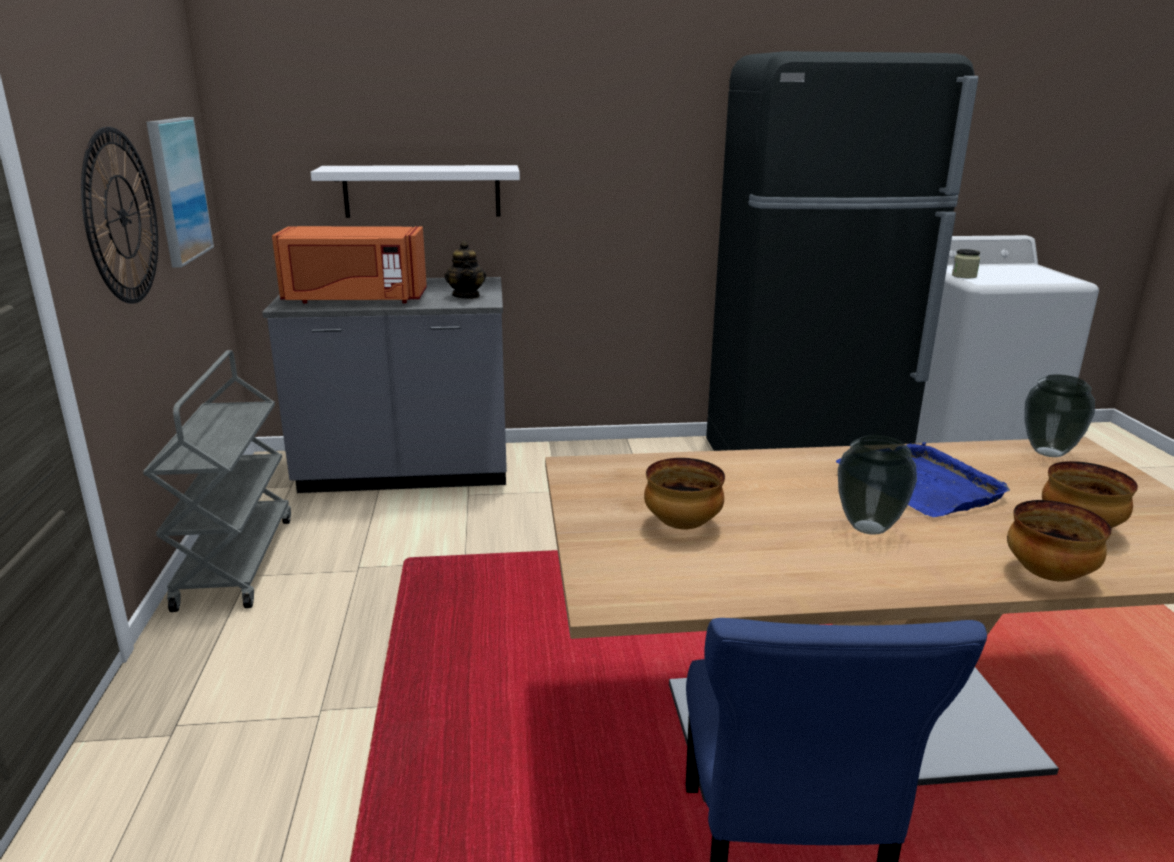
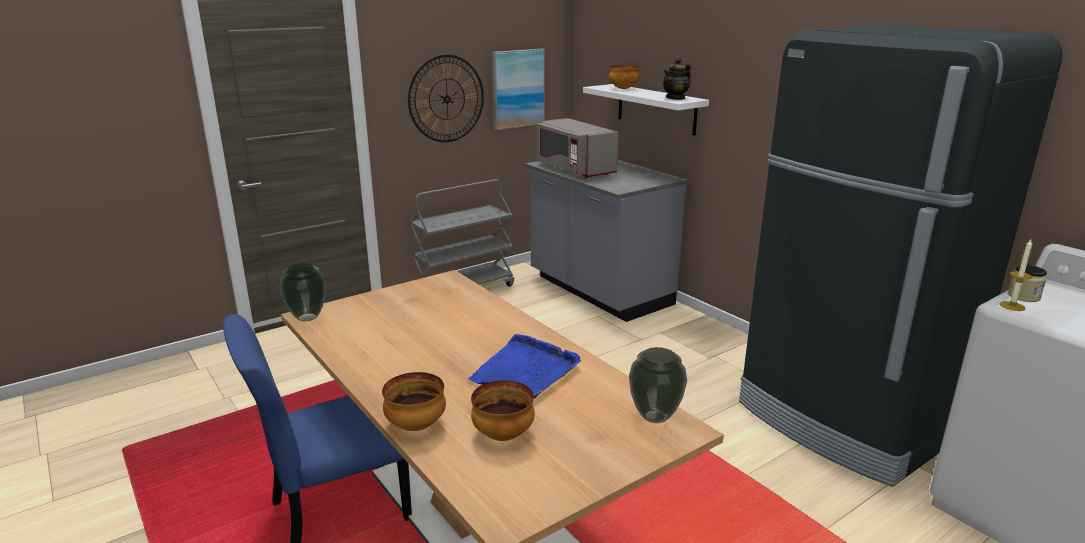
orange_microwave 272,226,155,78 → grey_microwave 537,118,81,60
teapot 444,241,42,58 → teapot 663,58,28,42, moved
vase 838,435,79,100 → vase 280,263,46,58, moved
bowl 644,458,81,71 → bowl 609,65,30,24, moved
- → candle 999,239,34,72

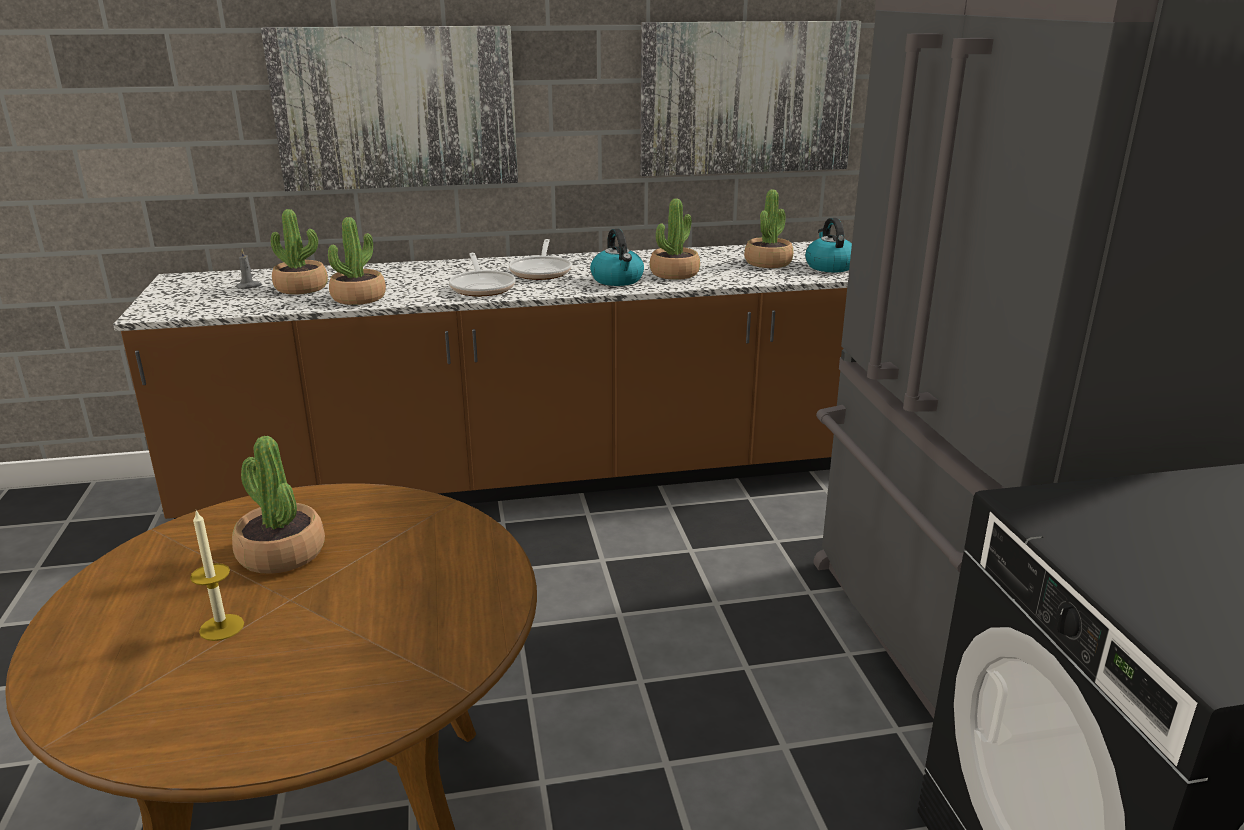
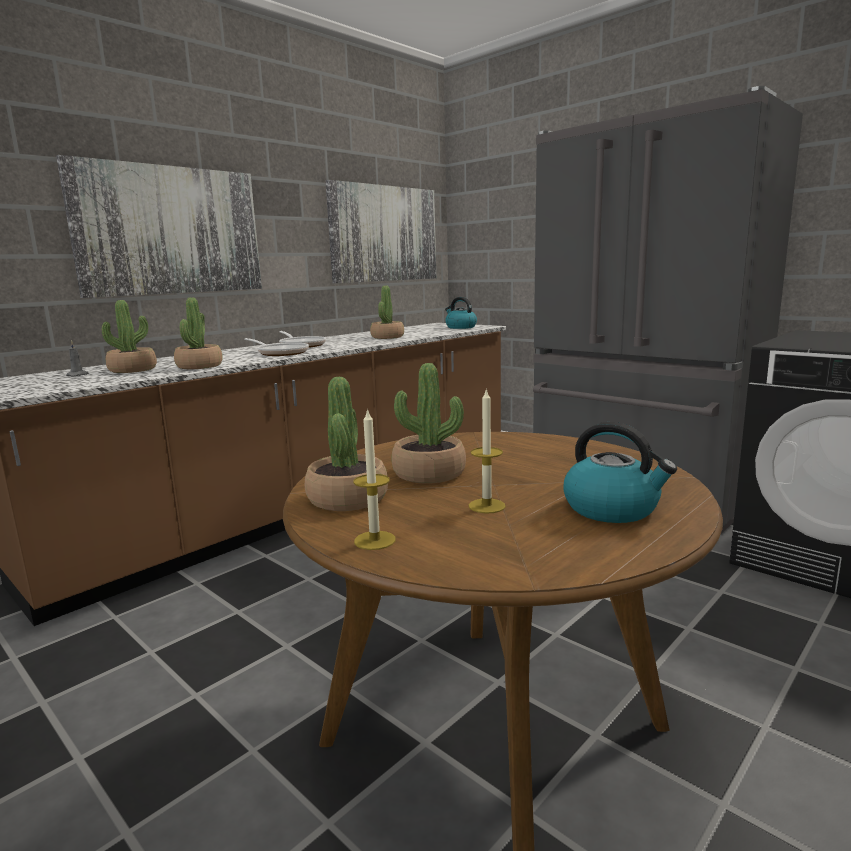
potted_plant 744,189,49,79 → potted_plant 305,377,83,134, moved
kettle 590,229,54,57 → kettle 563,422,114,101, moved
- → candle 353,408,43,142

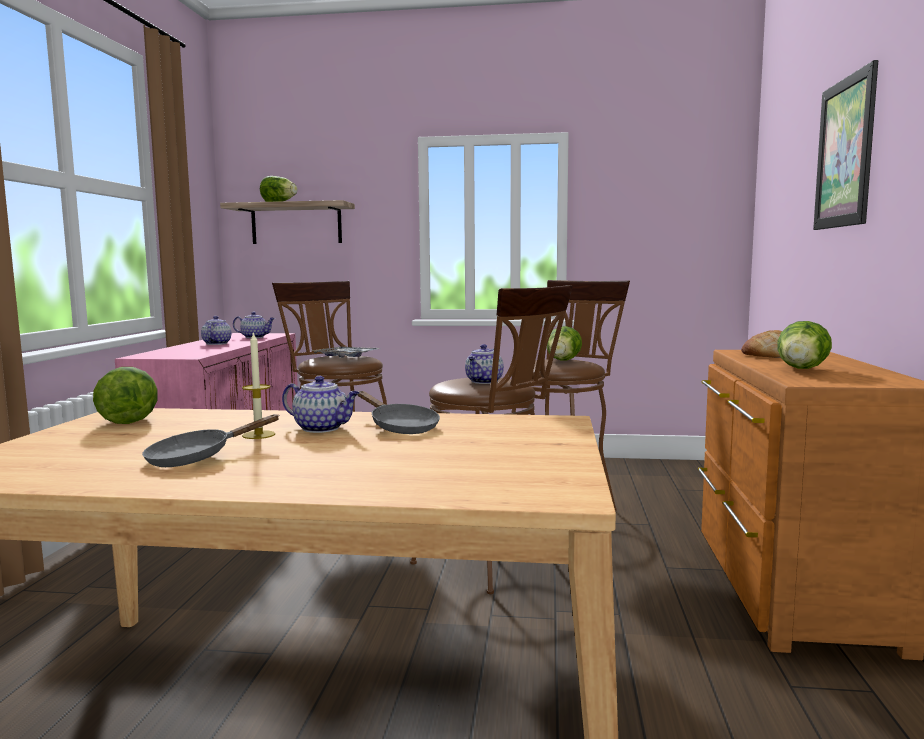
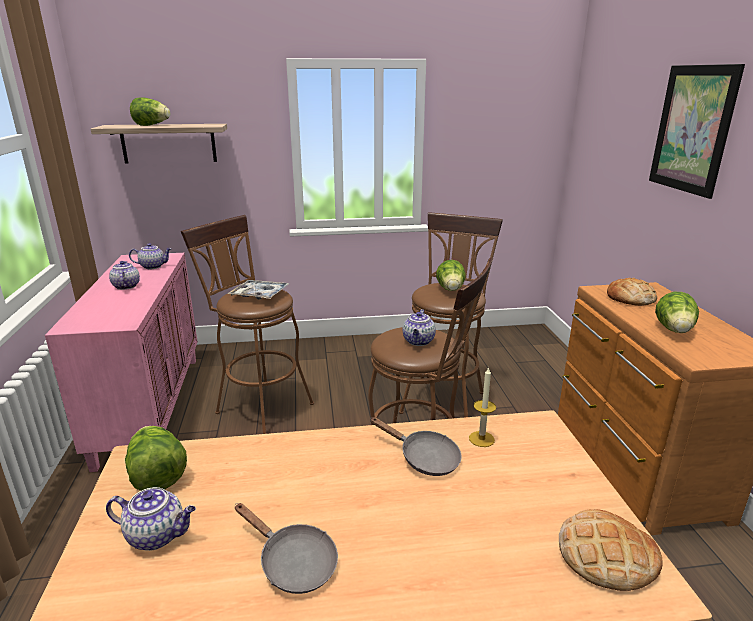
candle 242,331,33,108 → candle 469,367,27,80, moved
teapot 282,376,77,57 → teapot 106,487,90,64, moved
grey_frying_pan 142,414,138,53 → grey_frying_pan 234,503,104,91, 90 degrees counterclockwise
- → bread 559,509,104,82

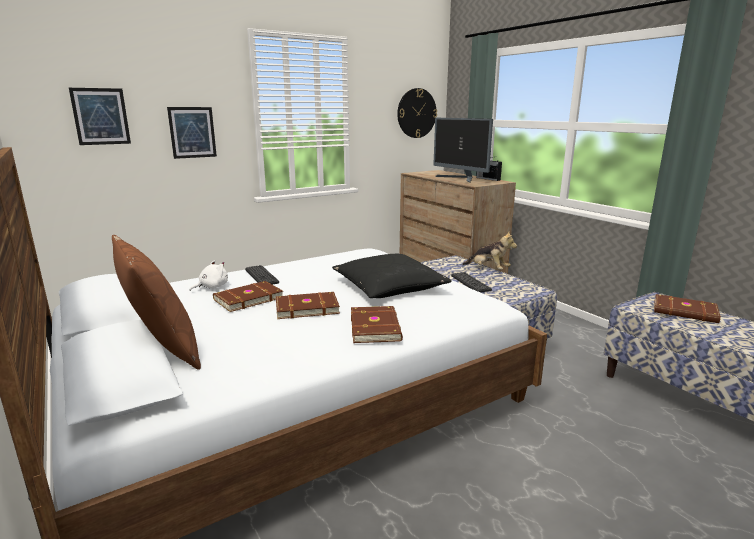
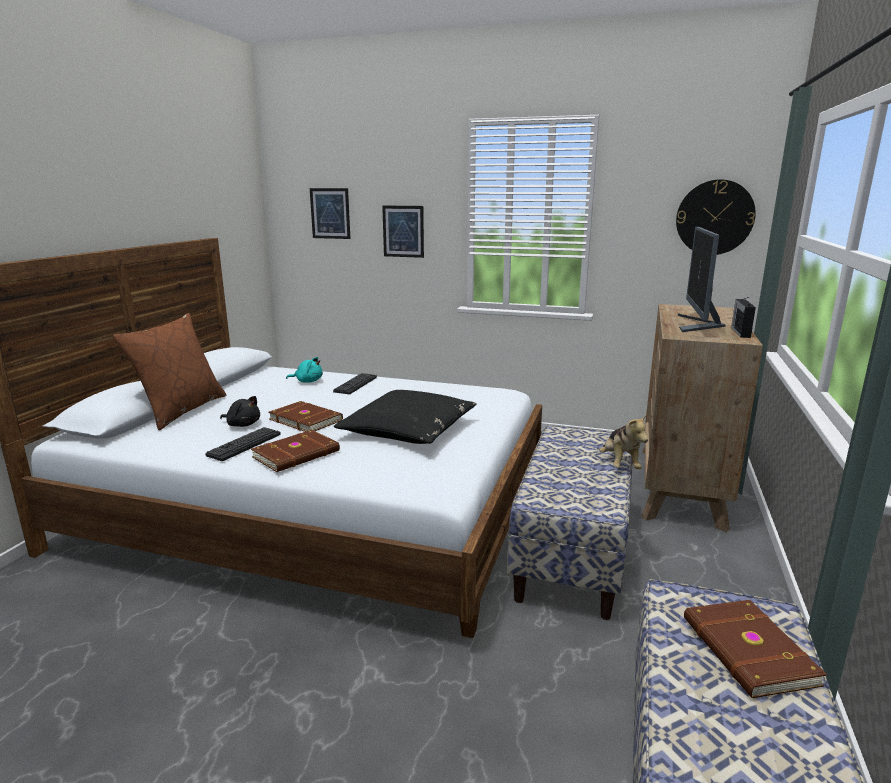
white_plush_toy 189,260,39,31 → turquoise_plush_toy 286,357,37,26
keyboard 451,272,41,21 → keyboard 205,427,76,34, moved
brown_book 213,281,70,31 → -
- → black_plush_toy 220,396,40,31

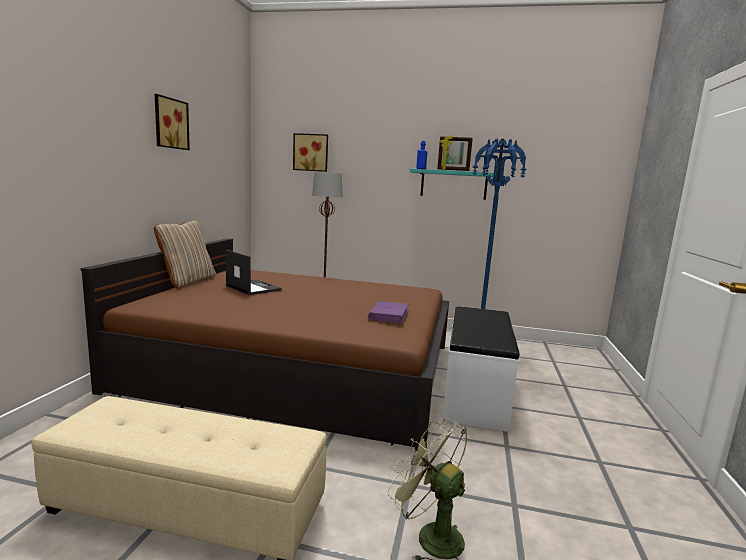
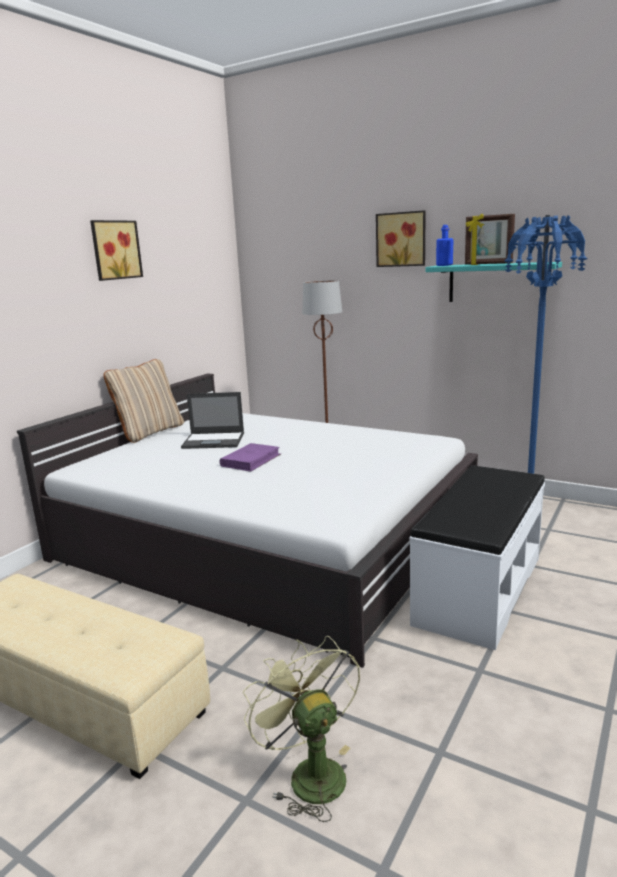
picture 293,133,35,39 → picture 376,210,50,57, moved
brown_bed 81,238,368,213 → white_bed 17,373,461,295
laptop 226,249,56,46 → laptop 181,392,63,57, 120 degrees clockwise
purple_book 368,301,40,23 → purple_book 220,443,61,28, moved

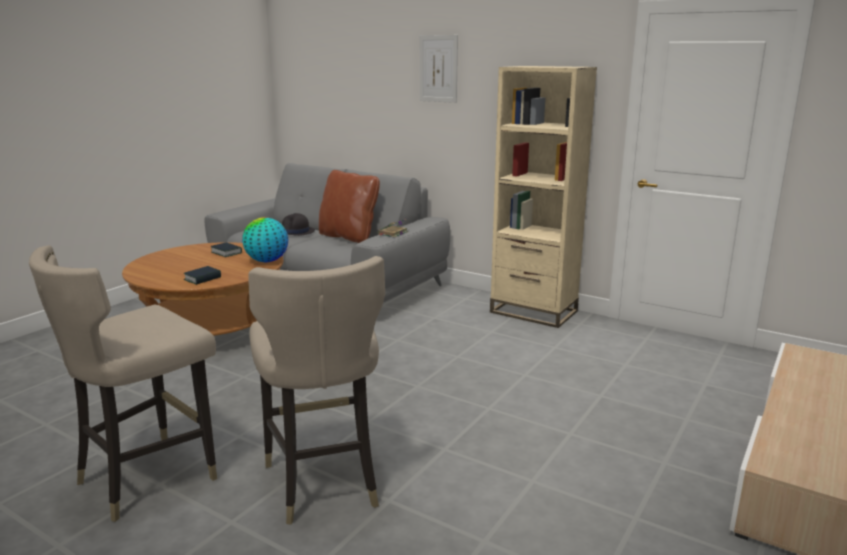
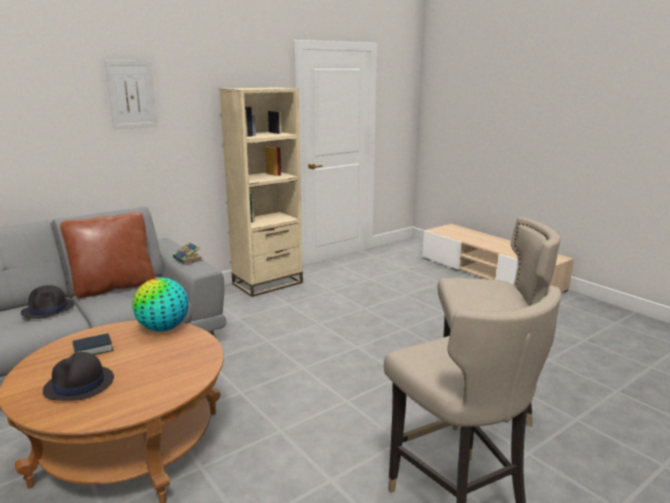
book 184,266,37,19 → -
- → black_hat 43,352,71,49

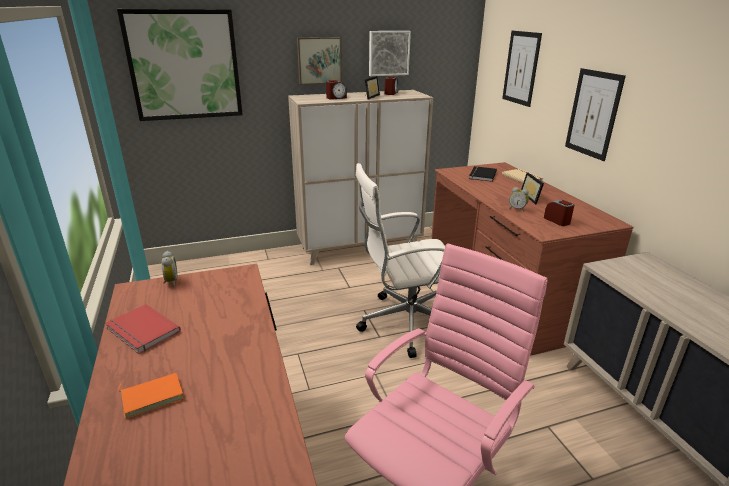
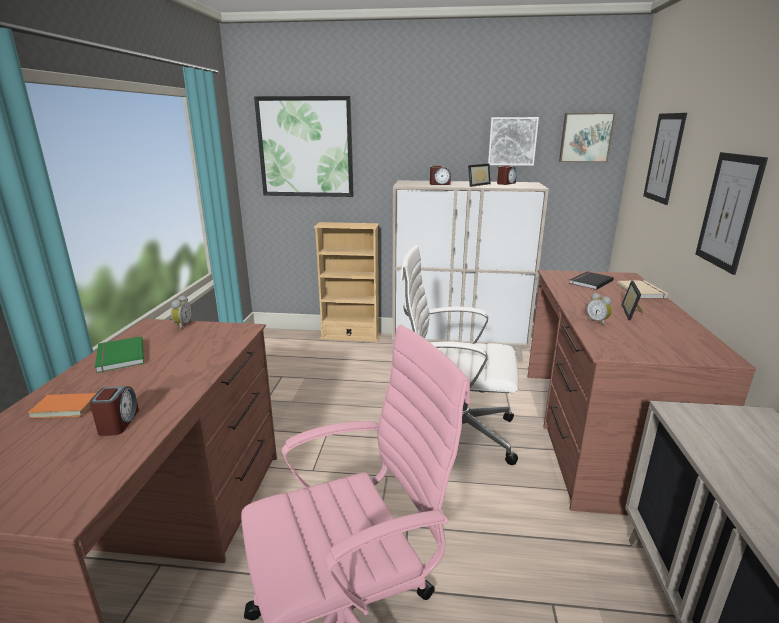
picture 297,37,45,48 → picture 559,113,56,49, moved
alarm_clock 544,200,30,26 → alarm_clock 89,386,50,50, moved
red_book 105,304,76,50 → green_book 95,336,49,37
- → beige_bookcase 314,222,66,120

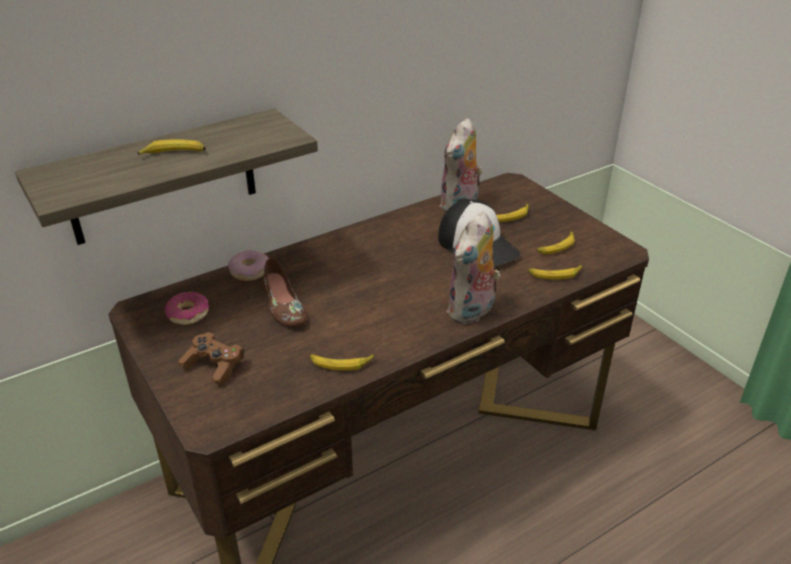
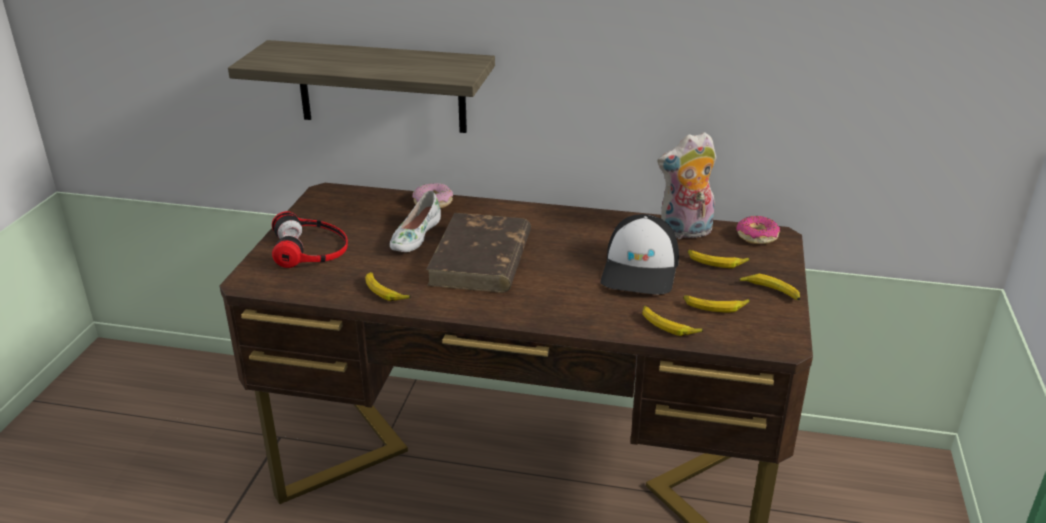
banana 137,139,69,16 → banana 739,274,61,27, moved
plush_toy 447,212,54,112 → -
brown_shoe 262,258,45,69 → white_shoe 390,191,51,61
donut 164,292,45,33 → donut 736,216,44,28, moved
brown_game_controller 179,332,65,53 → headphones 272,211,76,57
- → brown_book 426,213,105,80

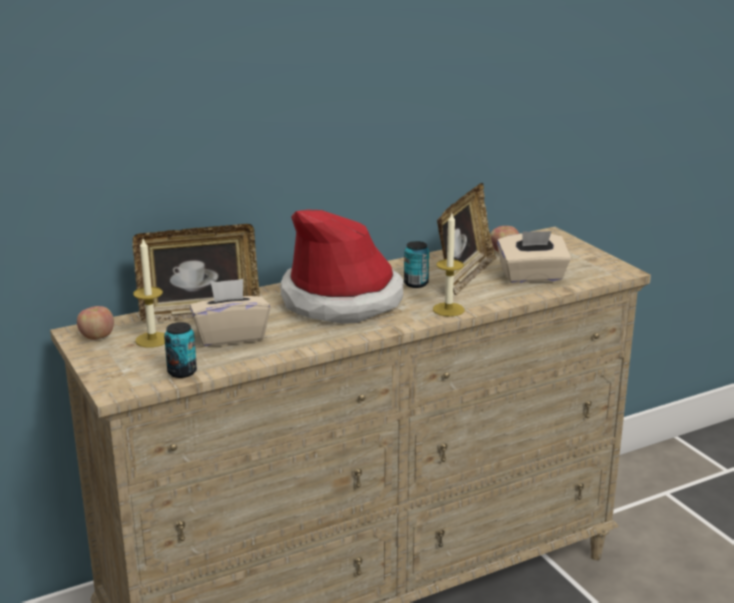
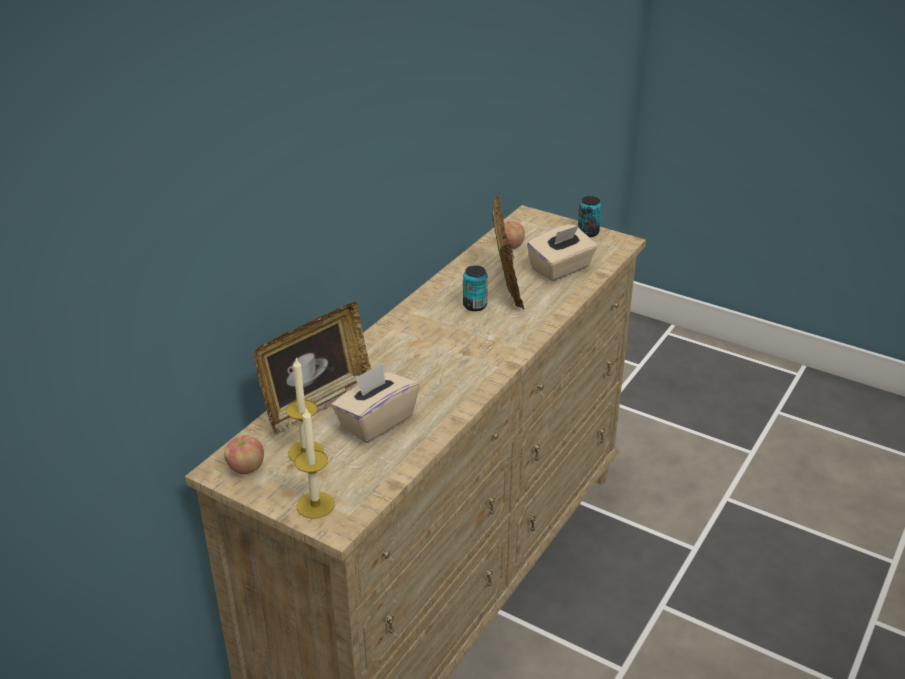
hat 280,210,123,114 → -
candle 433,213,31,104 → candle 294,409,41,110, moved
can 164,322,33,56 → can 578,196,24,41, moved

